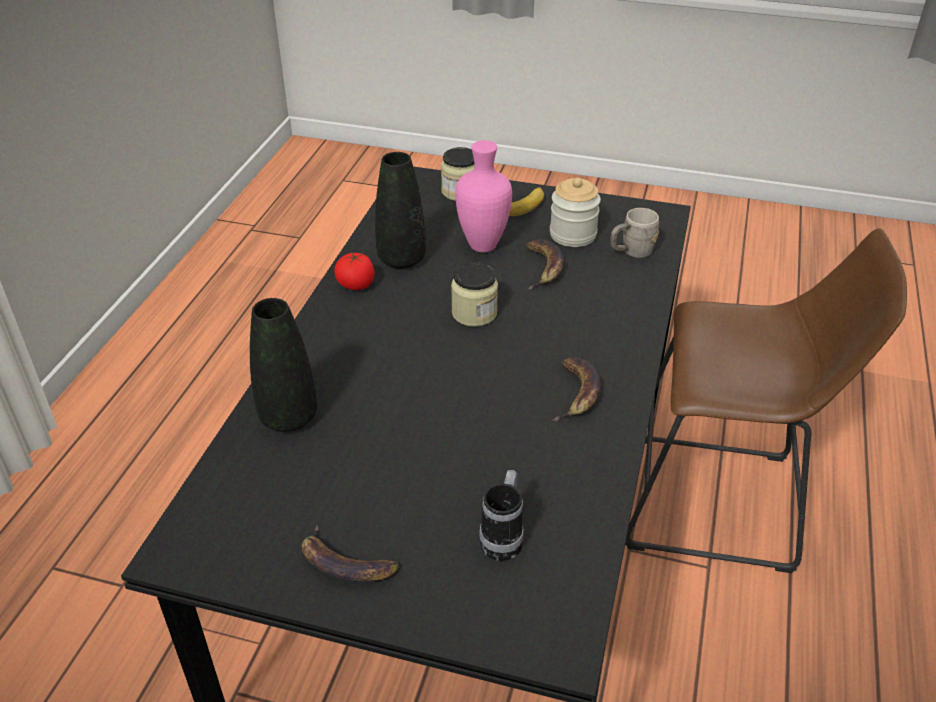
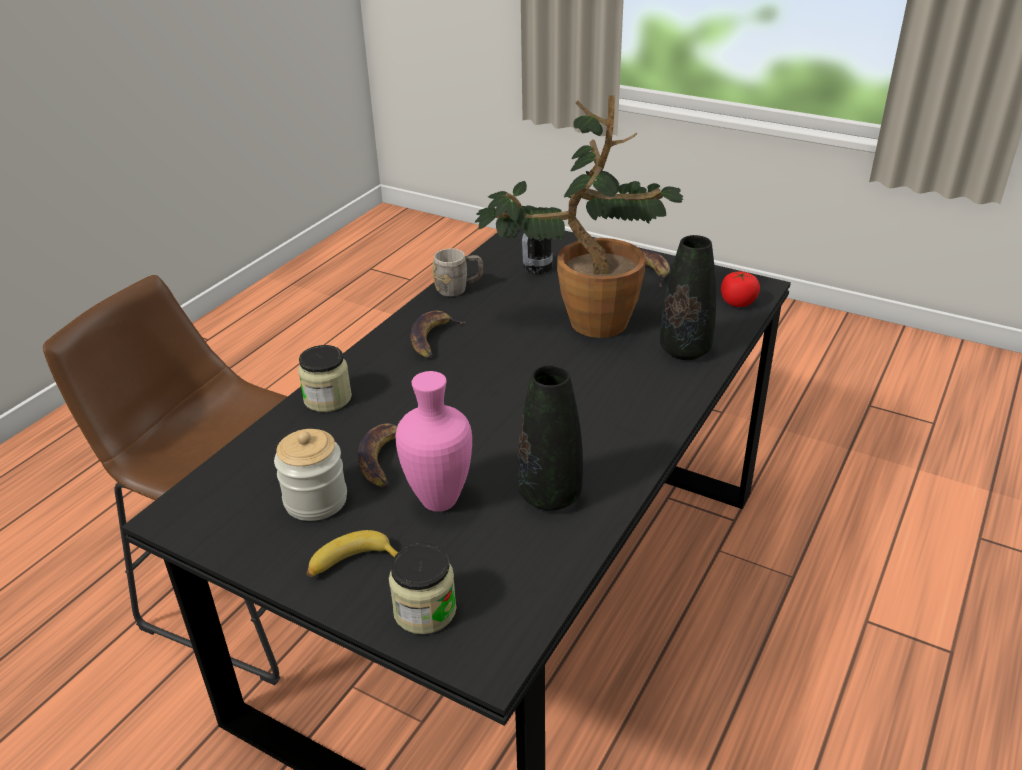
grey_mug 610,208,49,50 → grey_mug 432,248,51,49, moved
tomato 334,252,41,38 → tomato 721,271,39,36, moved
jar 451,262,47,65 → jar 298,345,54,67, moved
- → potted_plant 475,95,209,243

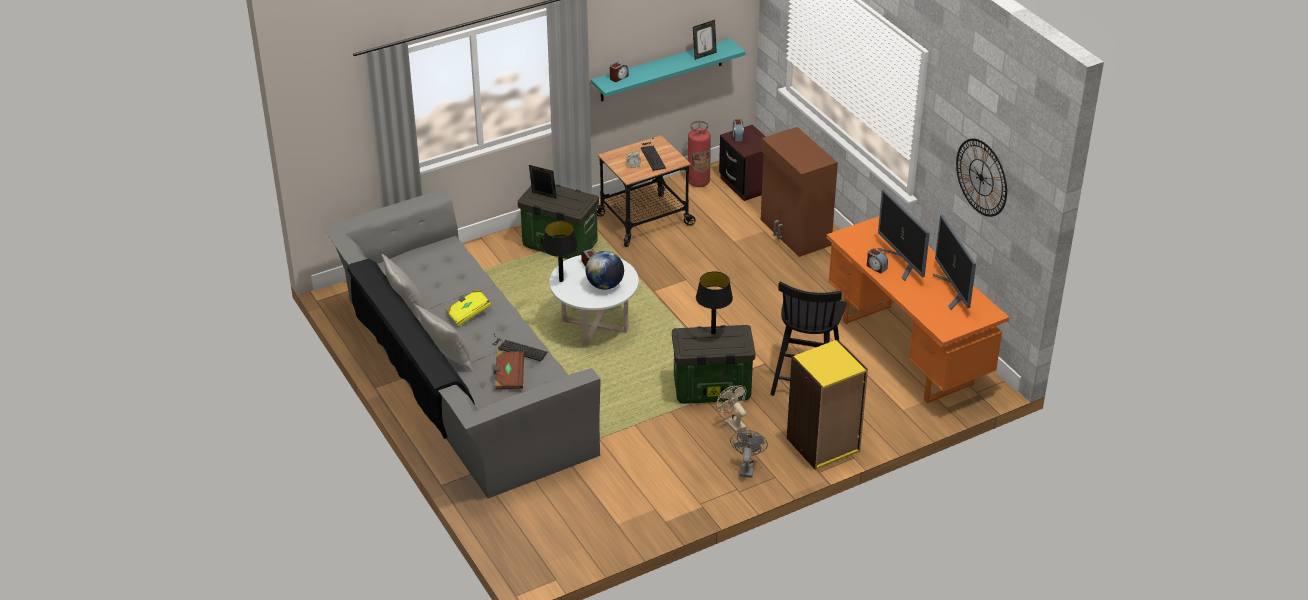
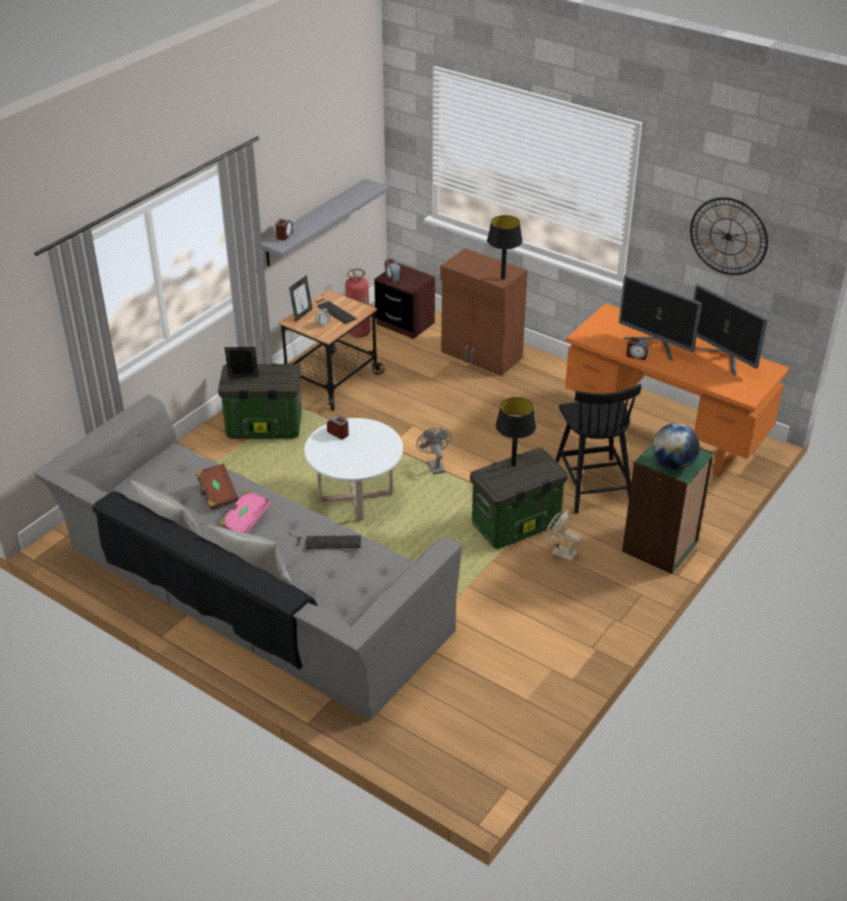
picture_frame 693,20,24,40 → picture_frame 289,275,23,47, moved
turquoise_shelf 591,39,154,62 → grey_shelf 262,178,127,88
black_table_lamp 542,221,36,61 → black_table_lamp 487,215,35,65, moved
globe 586,251,38,39 → globe 653,423,47,47, moved
yellow_book 445,288,46,38 → pink_book 219,489,52,45
yellow_bookcase 787,339,81,131 → green_bookcase 622,443,92,131
brown_book 493,351,31,38 → brown_book 195,464,44,46, moved
grey_fan 730,430,38,48 → grey_fan 416,428,35,47, moved

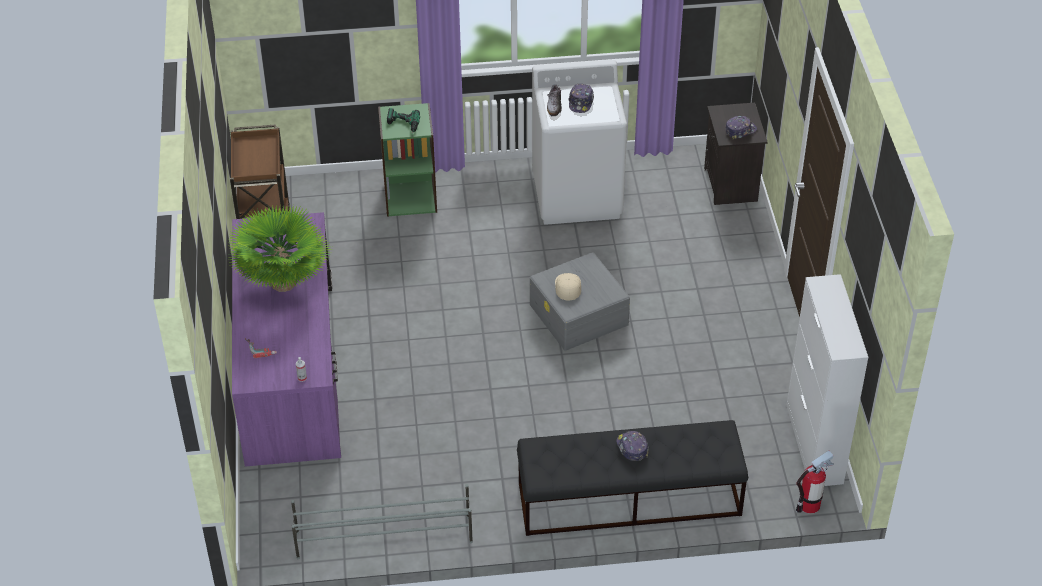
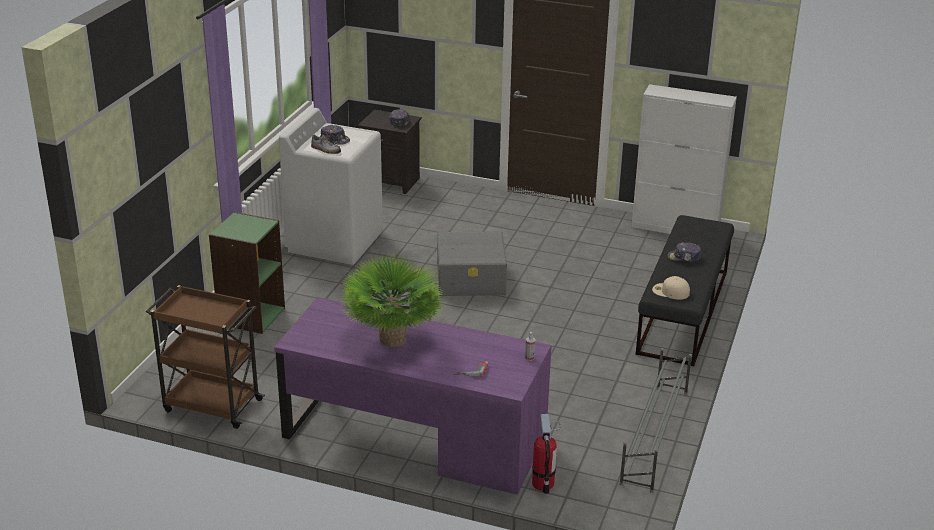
power_drill 387,108,33,28 → -
beige_cap 555,273,26,27 → beige_cap 652,276,38,24, moved
fire_extinguisher 796,450,38,63 → fire_extinguisher 532,414,29,80, moved

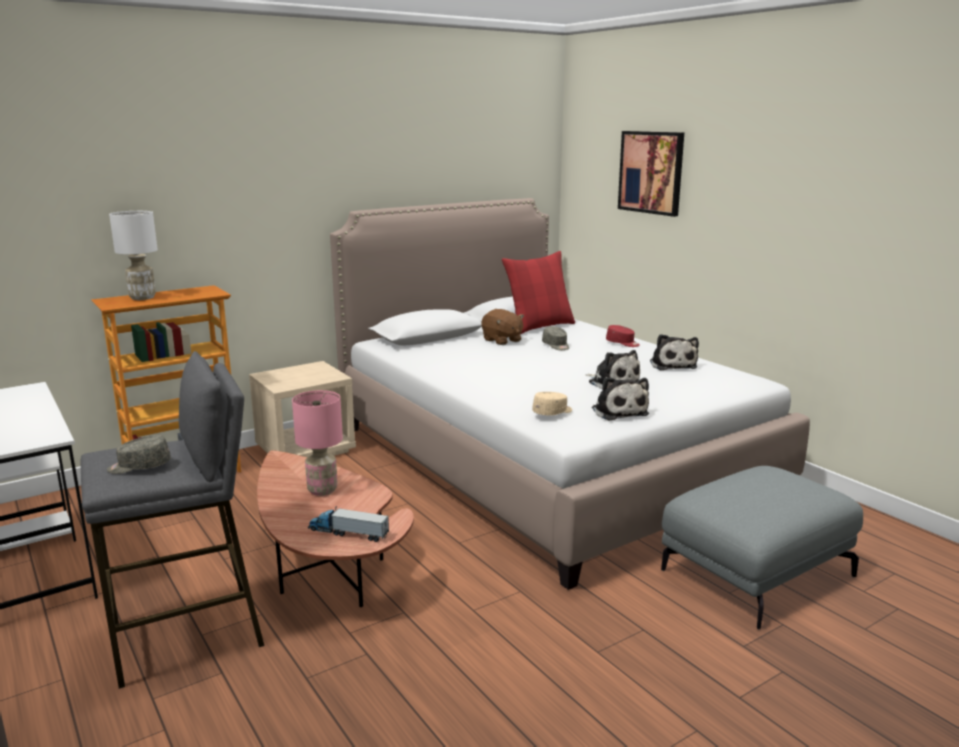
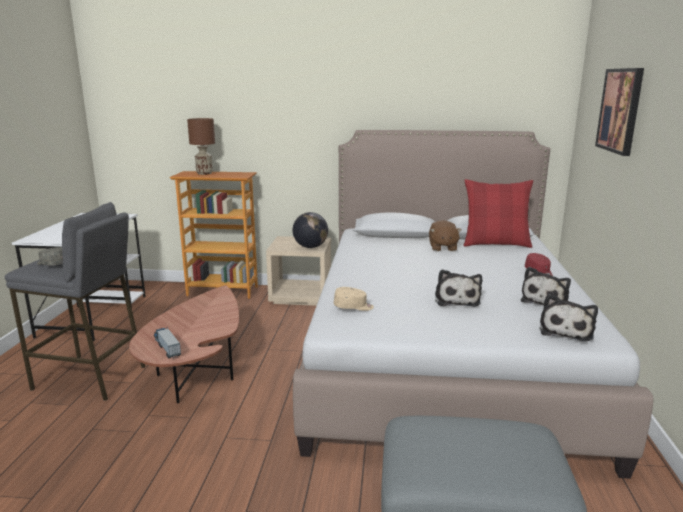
white_table_lamp 109,211,49,89 → brown_table_lamp 187,118,28,57
grey_cap 542,326,27,24 → -
plush_toy 592,377,57,43 → plush_toy 540,294,58,48, moved
pink_table_lamp 292,390,51,106 → -
- → globe 293,212,35,36

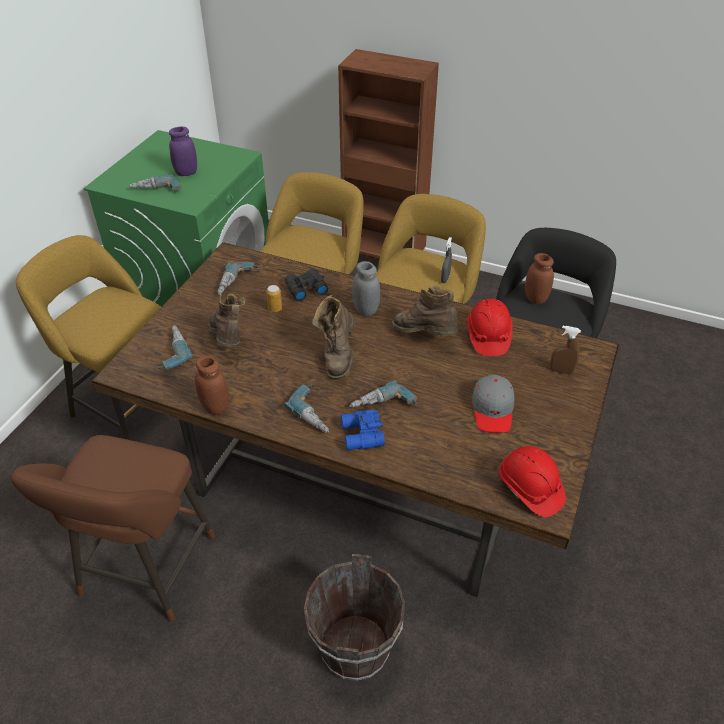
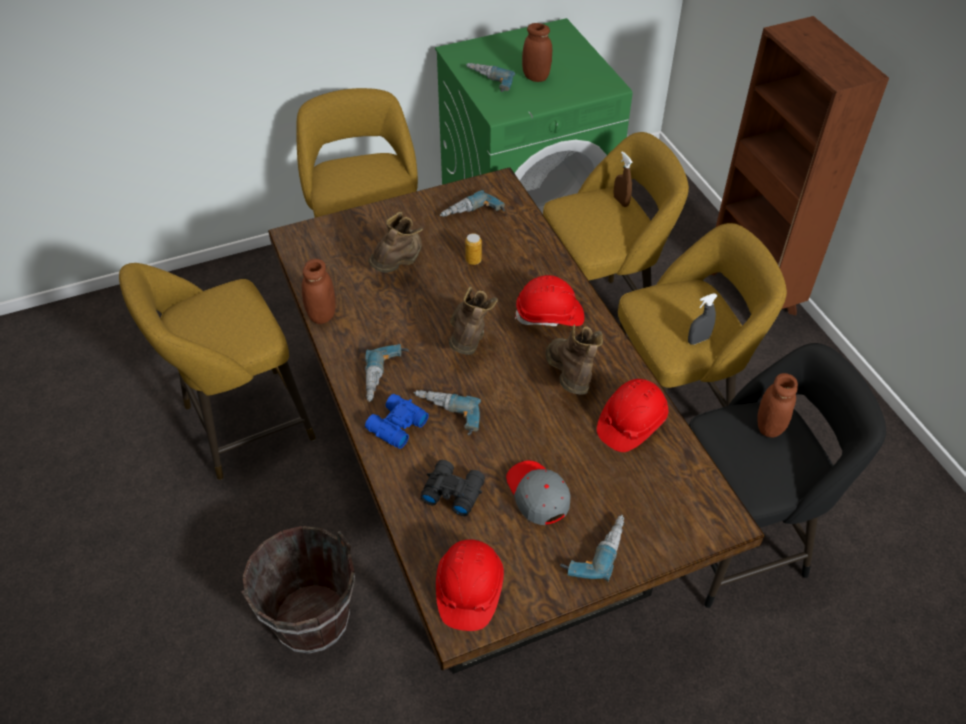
purple_jar 169,127,28,49 → brown_jar 522,23,30,59
grey_jar 352,261,28,55 → red_hard_hat 515,275,69,52
black_binoculars 285,268,43,33 → black_binoculars 420,460,65,56, moved
brown_boot 312,295,42,85 → brown_boot 449,287,49,68, 135 degrees clockwise
power_drill 158,325,35,45 → power_drill 560,515,64,66, moved
brown_spray_bottle 550,326,31,48 → brown_spray_bottle 614,151,19,56, moved
grey_cap 472,374,42,59 → grey_cap 506,461,64,64, 105 degrees clockwise
brown_stool 11,435,204,186 → yellow_stool 119,263,197,217

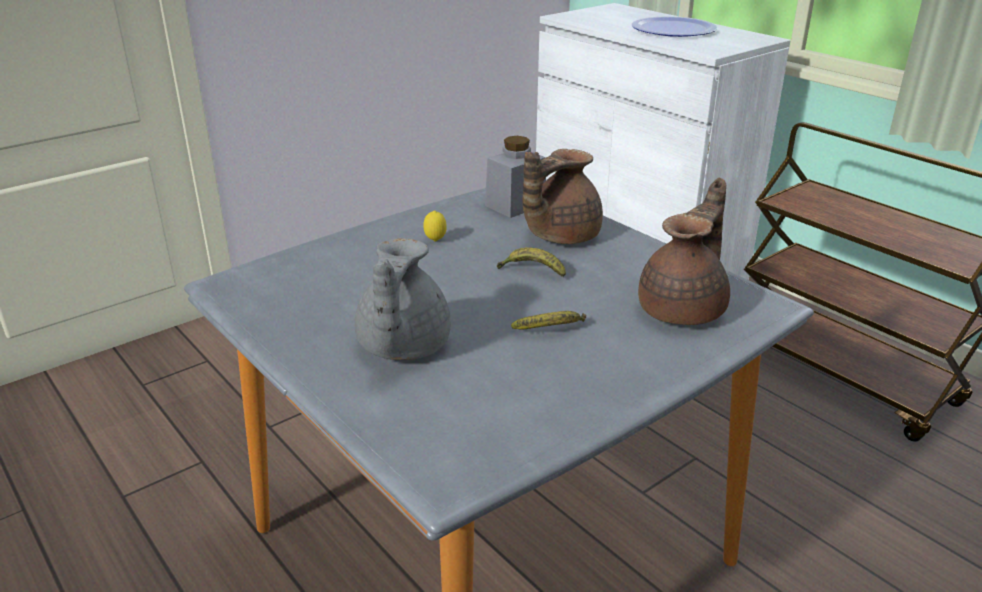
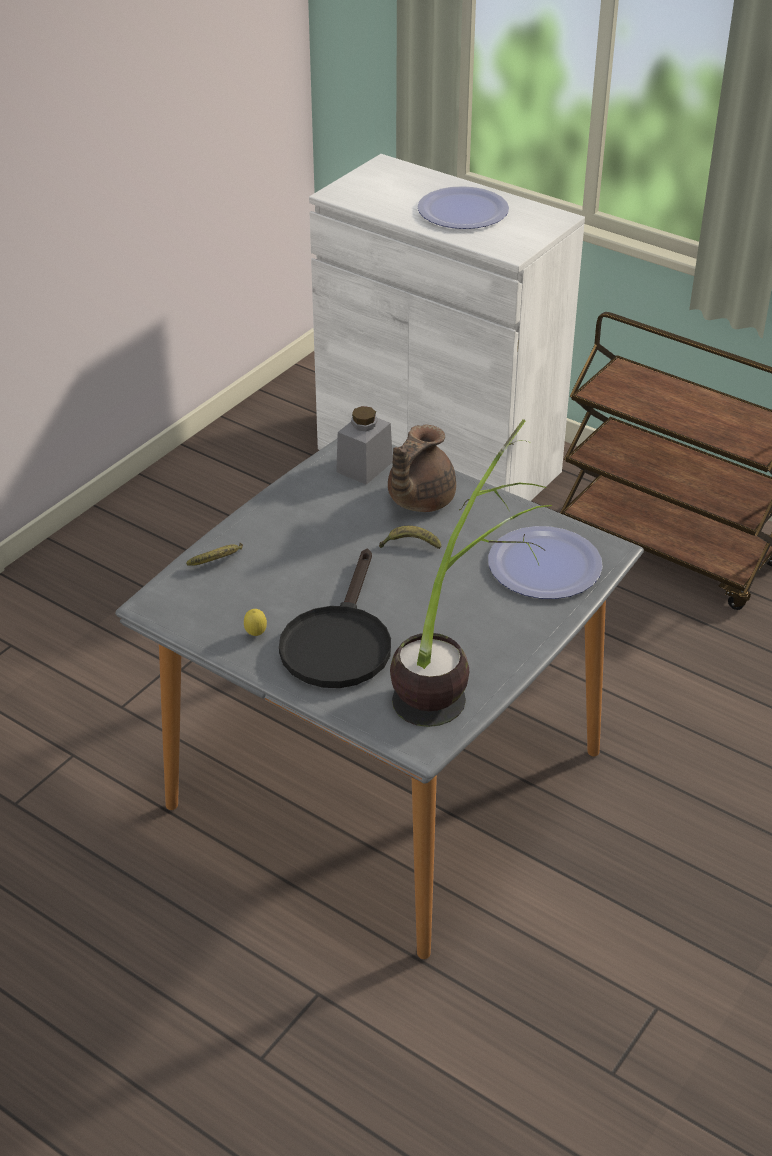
brown_teapot 638,178,92,147 → plate 488,526,115,73
lemon 423,211,24,30 → lemon 244,609,23,27, moved
grey_teapot 355,238,96,122 → black_frying_pan 279,549,112,139
banana 511,311,75,18 → banana 186,543,57,23, moved
- → potted_plant 390,419,162,308

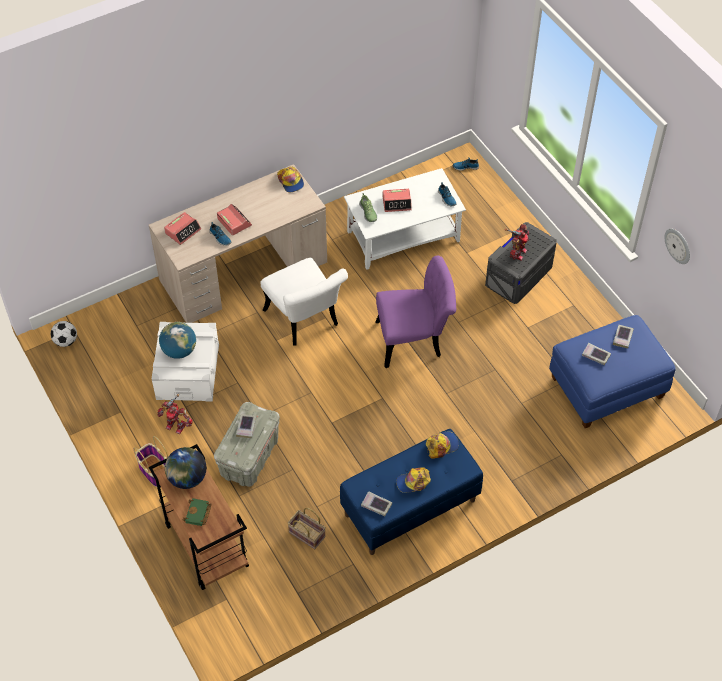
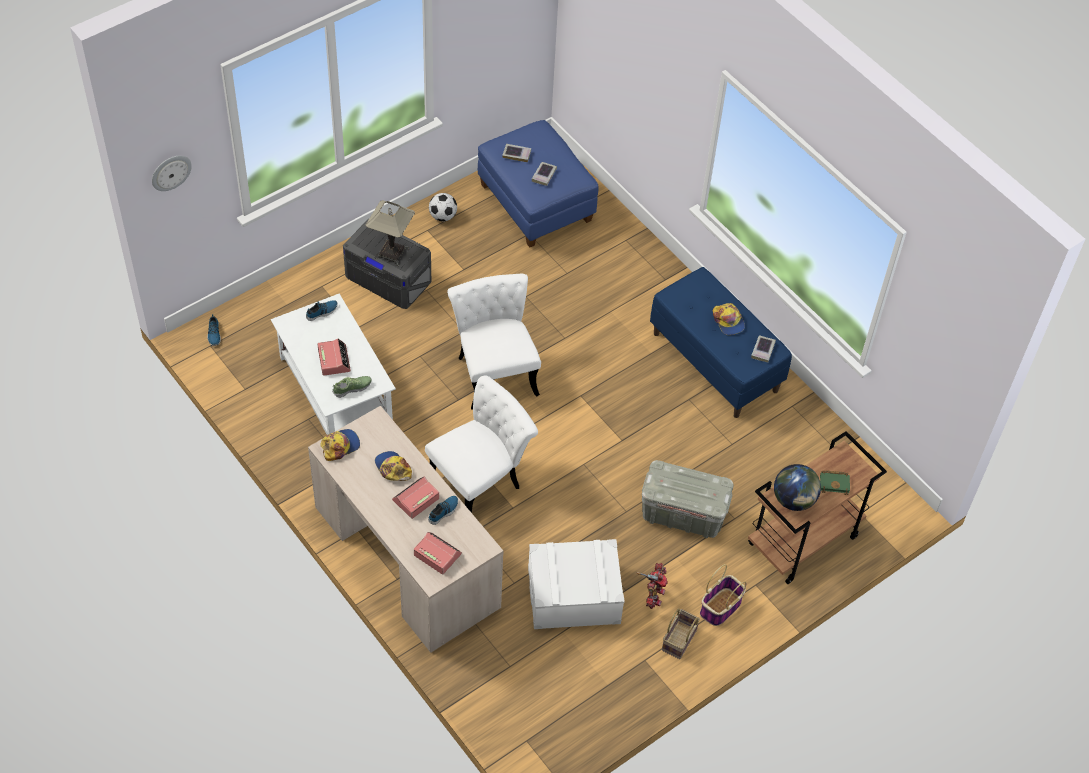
toy_robot 505,224,24,36 → table_lamp 366,200,49,66
wall_clock 664,228,26,36 → wall_clock 152,156,40,35, moved
purple_chair 375,256,81,112 → white_chair 447,274,94,136
football 51,321,26,26 → football 429,193,28,28, moved
globe 159,322,37,37 → -
book 236,414,21,24 → -
cap 426,432,33,27 → cap 375,451,37,30, moved
basket 287,508,39,41 → basket 662,608,38,51, moved

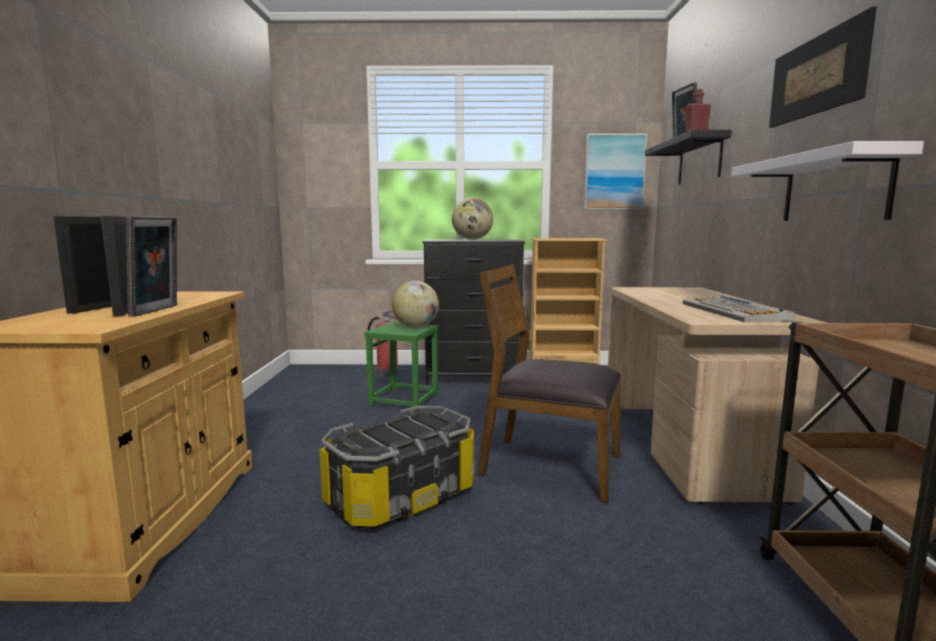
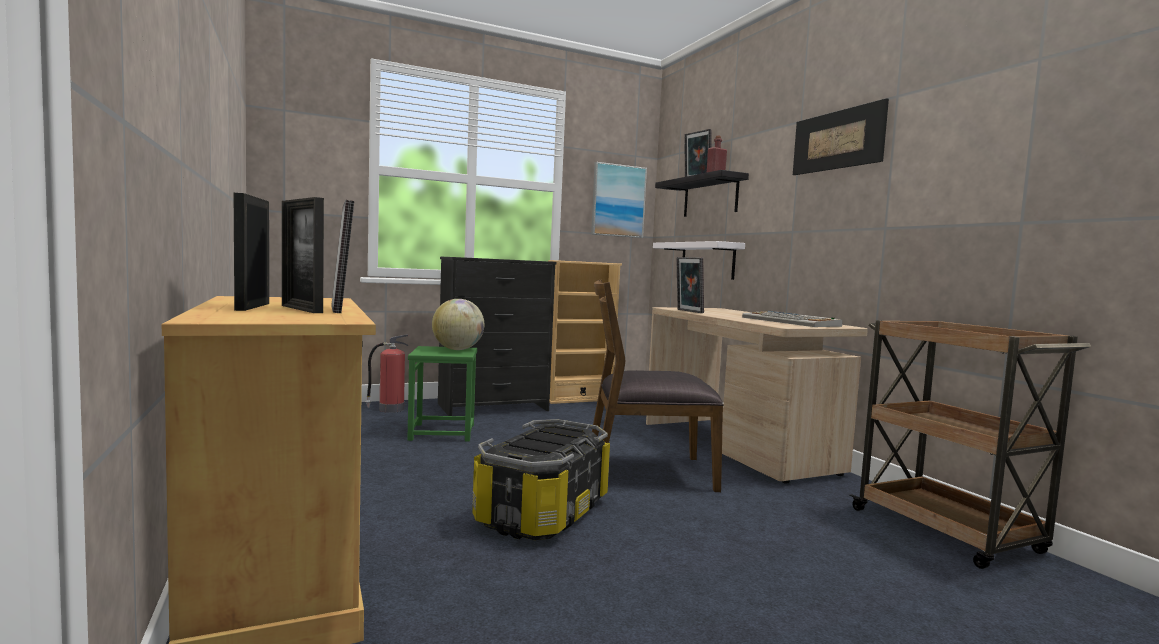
white_shelf 731,141,193,80 → white_shelf 653,241,92,39, moved
globe 452,198,41,42 → -
- → picture_frame 676,257,28,56

